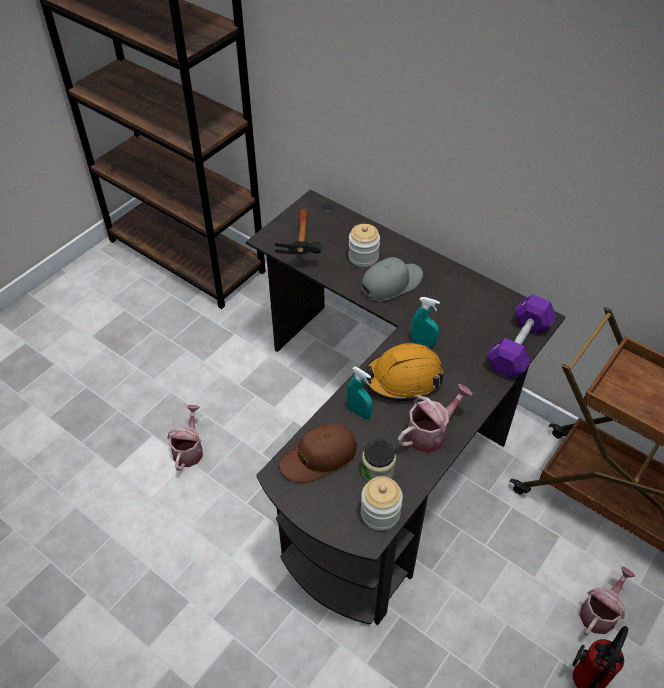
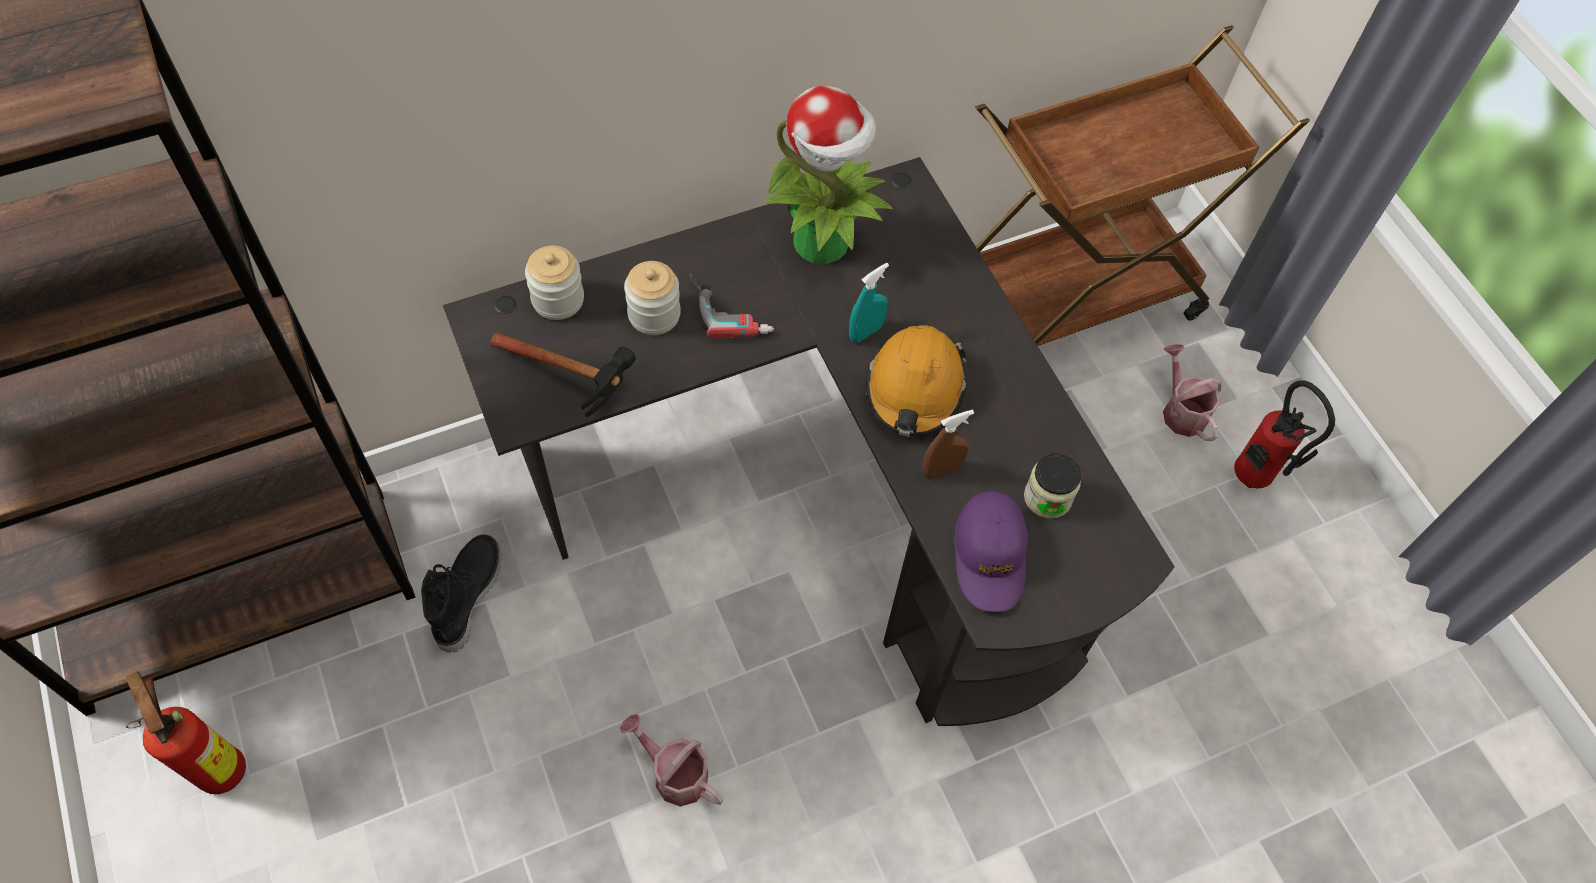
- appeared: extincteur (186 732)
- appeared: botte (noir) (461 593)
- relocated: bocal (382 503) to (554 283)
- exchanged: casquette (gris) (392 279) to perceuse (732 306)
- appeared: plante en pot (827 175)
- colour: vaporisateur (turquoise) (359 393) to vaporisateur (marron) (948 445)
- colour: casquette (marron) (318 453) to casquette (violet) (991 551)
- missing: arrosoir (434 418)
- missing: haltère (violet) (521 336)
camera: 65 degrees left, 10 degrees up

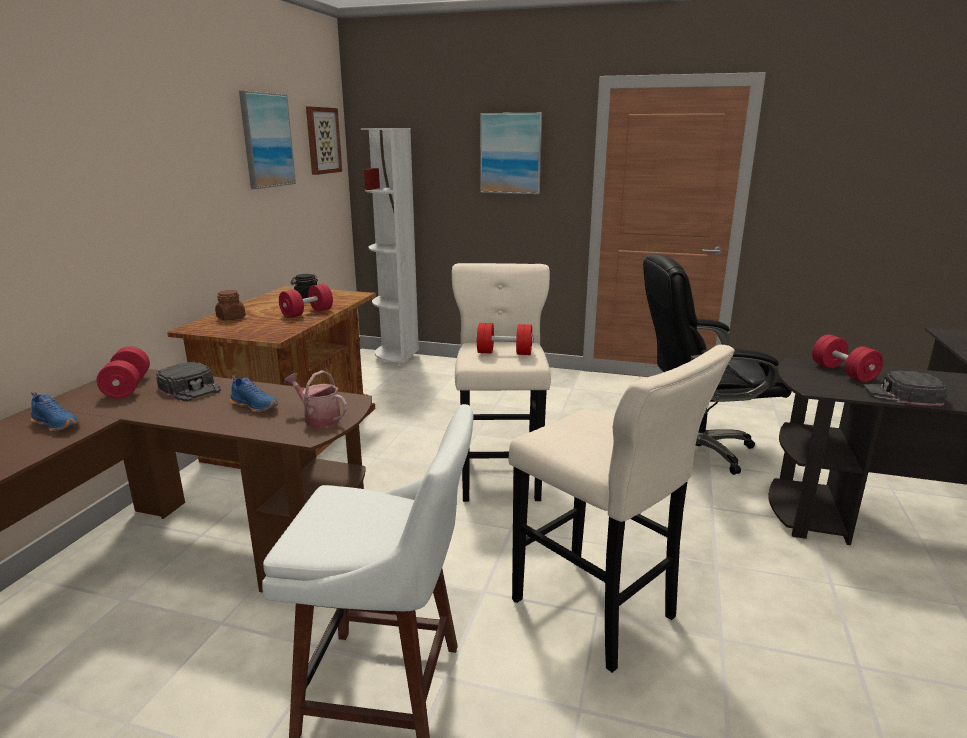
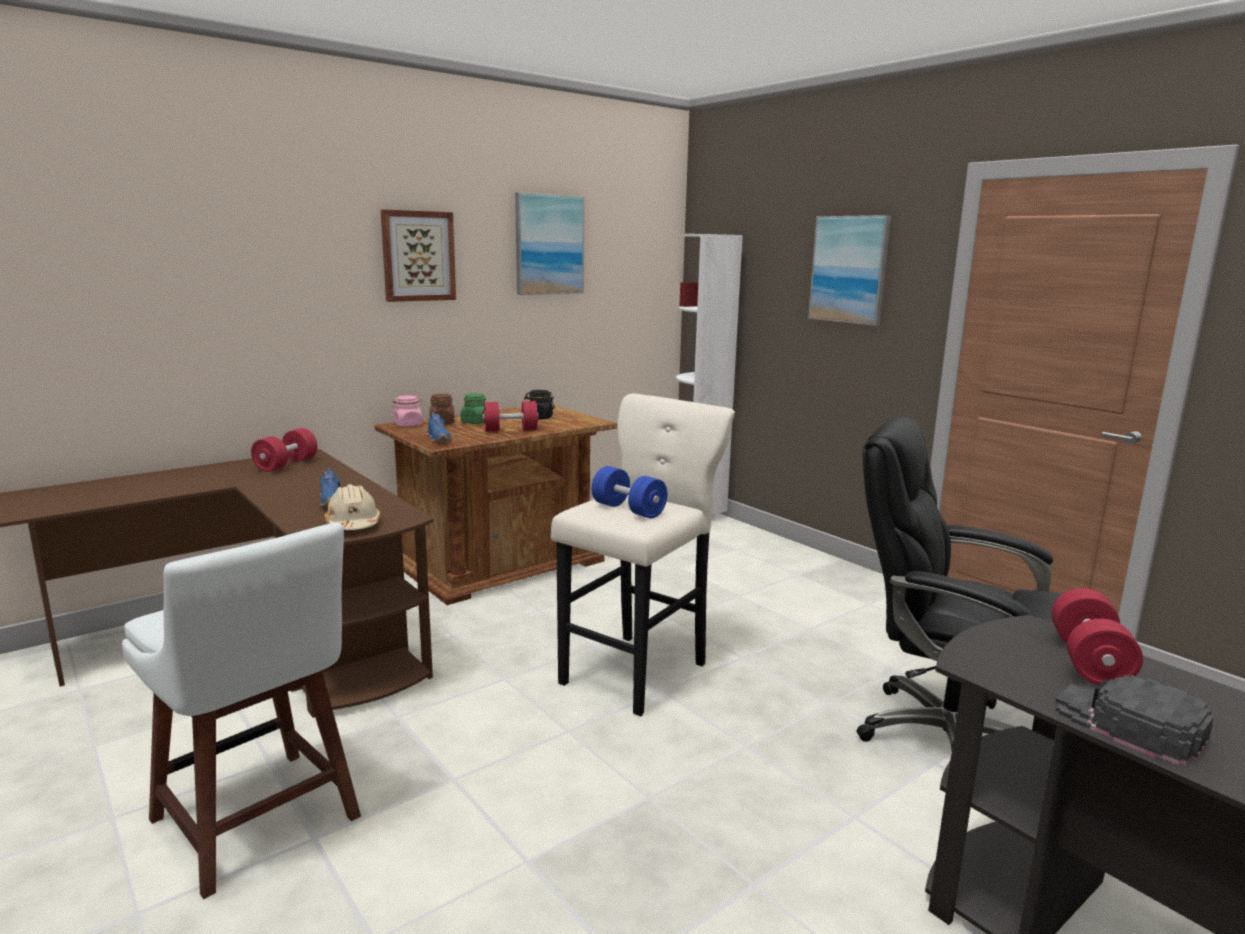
- exchanged: arrosoir (315 398) to casque de chantier (beige) (352 507)
- relocated: tableau (324 140) to (418 255)
- appeared: bocal (rose) (407 411)
- relocated: chaussure (bleu) (55 412) to (439 427)
- appeared: bocal (vert) (473 408)
- colour: haltère (rouge) (505 339) to haltère (bleu) (630 492)
- missing: casquette (noir) (188 382)
- missing: tabouret (beige) (622 509)
camera: 35 degrees right, 5 degrees down

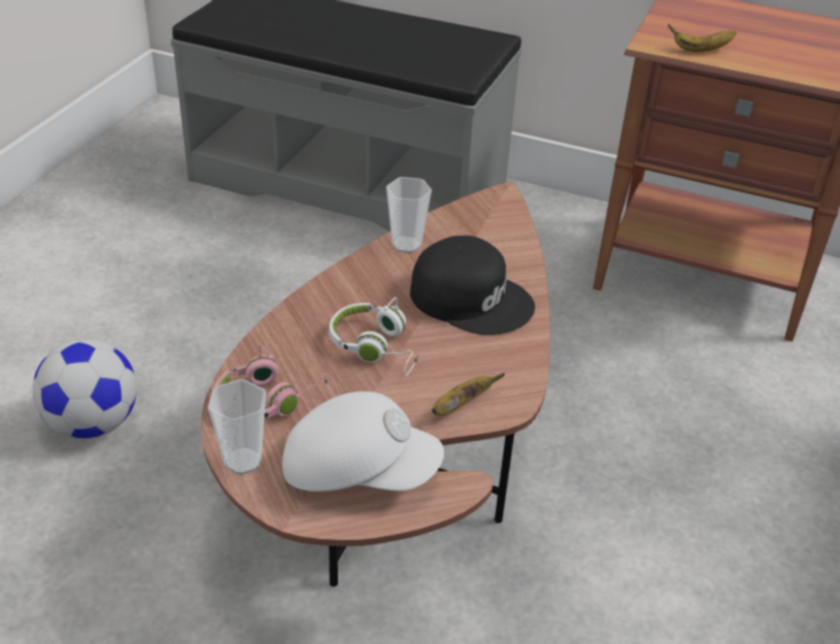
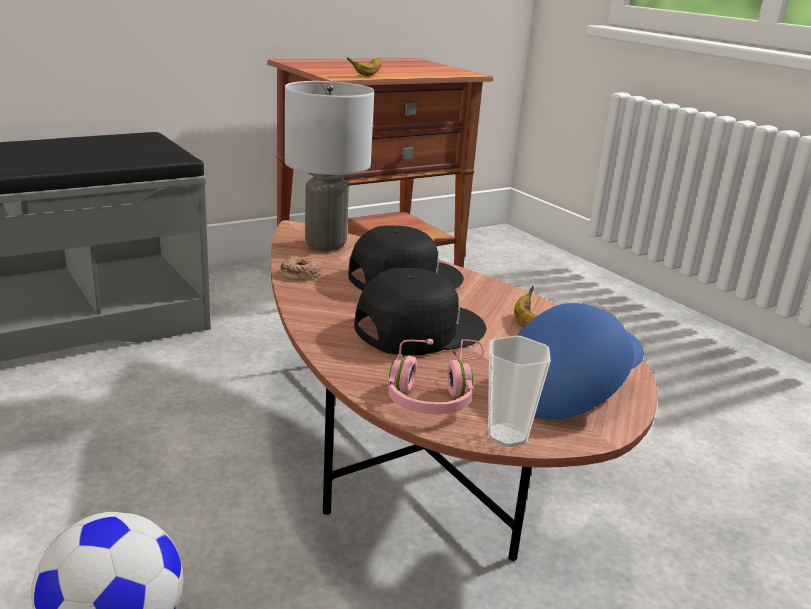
- exchanged: tasse (409 215) to beignet (301 268)
- appeared: lampe de table (blanc) (329 166)
- exchanged: casque audio (blanc) (373 336) to casquette (noir) (420 311)
- colour: casquette (blanc) (363 441) to casquette (bleu) (580 360)
camera: 55 degrees left, 15 degrees down

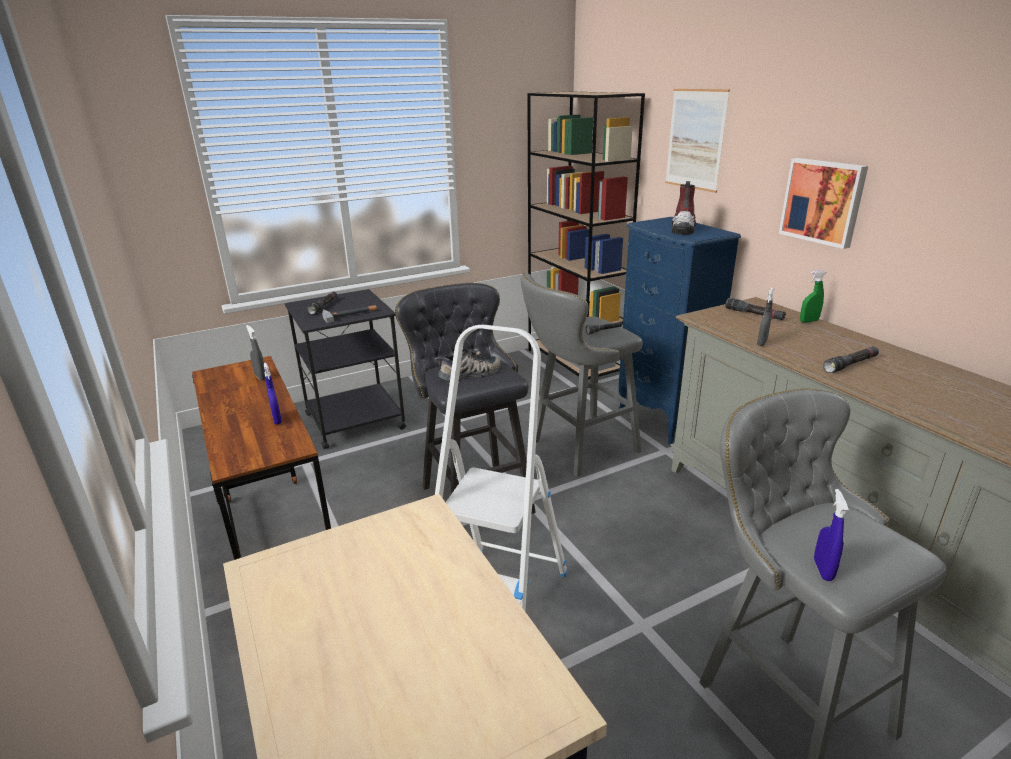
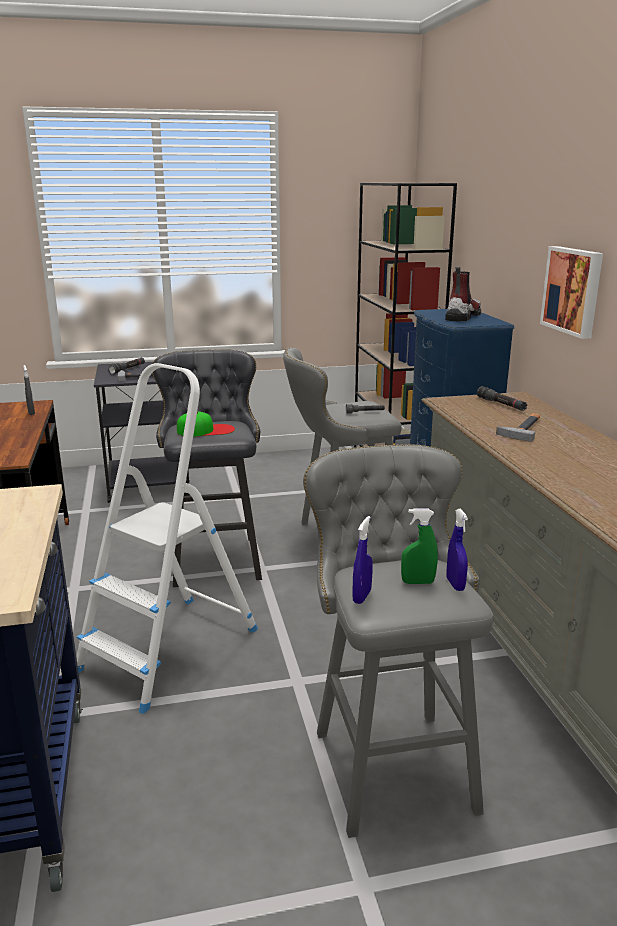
- exchanged: chaussure (467 365) to casquette (206 424)
- relocated: vaporisateur (vert) (813 296) to (419 546)
- relocated: vaporisateur (bleu) (273 393) to (457 549)
- appeared: marteau (518 427)
- missing: tableau (697 141)
- missing: vaporisateur (gris) (765 317)
- missing: lampe de poche (noir) (851 359)
camera: 15 degrees right, 5 degrees down

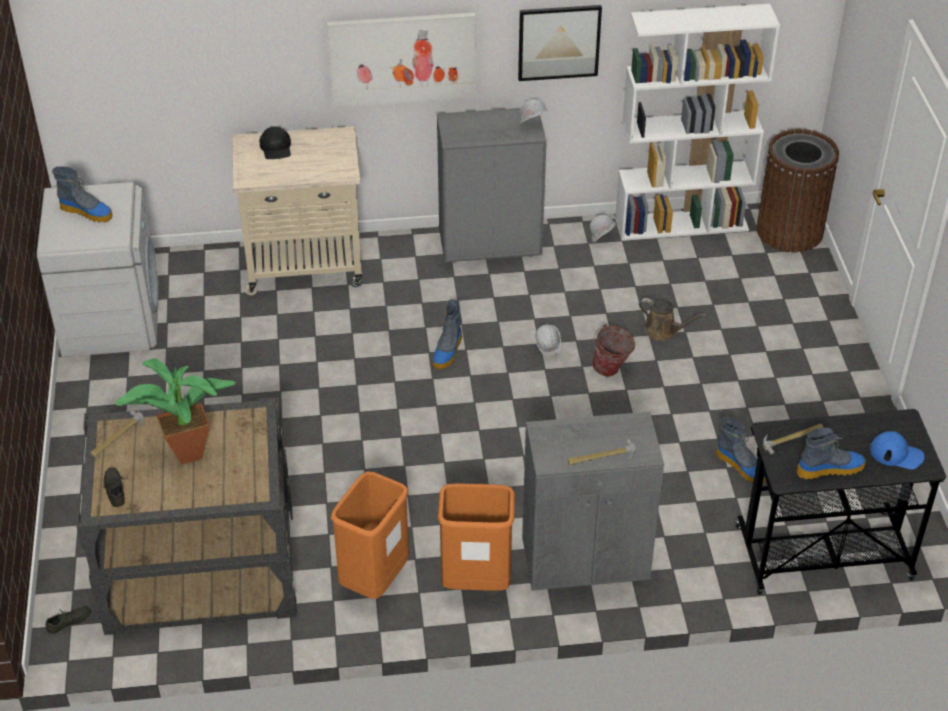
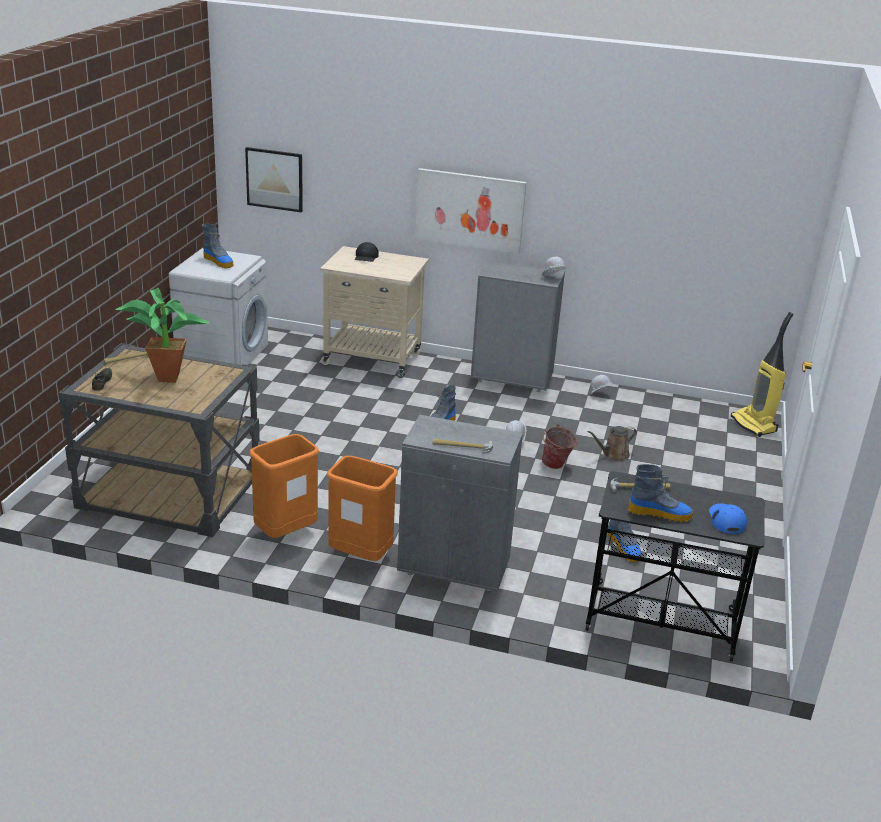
- relocated: tableau (560 43) to (274 180)
- spun: arrosoir (marron) (673 319) = (612 443) 105 degrees clockwise
- spun: casquette (bleu) (897 450) = (728 518) 135 degrees counterclockwise
- exchanged: poubelle (marron) (797 190) to aspirateur (762 374)
- missing: chaussure (gris) (68 620)
- missing: bibliothèque (blanc) (697 122)
camera: 20 degrees right, 15 degrees down

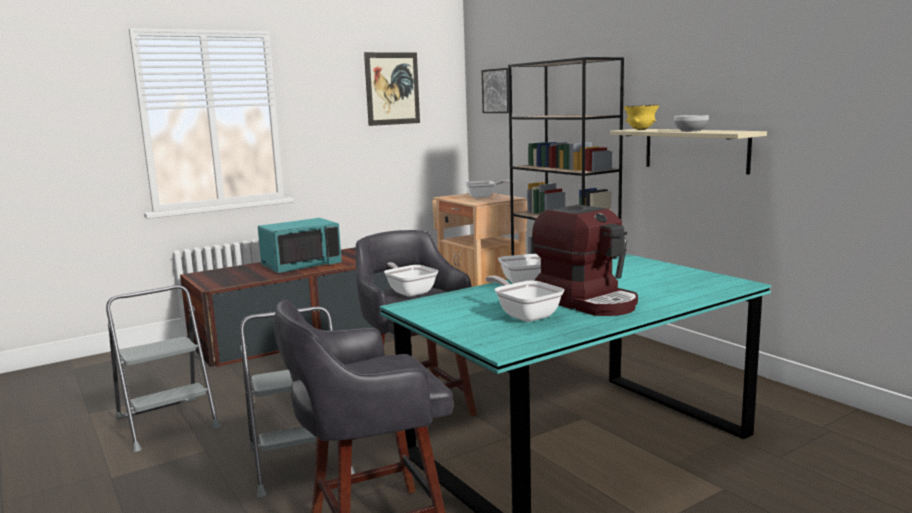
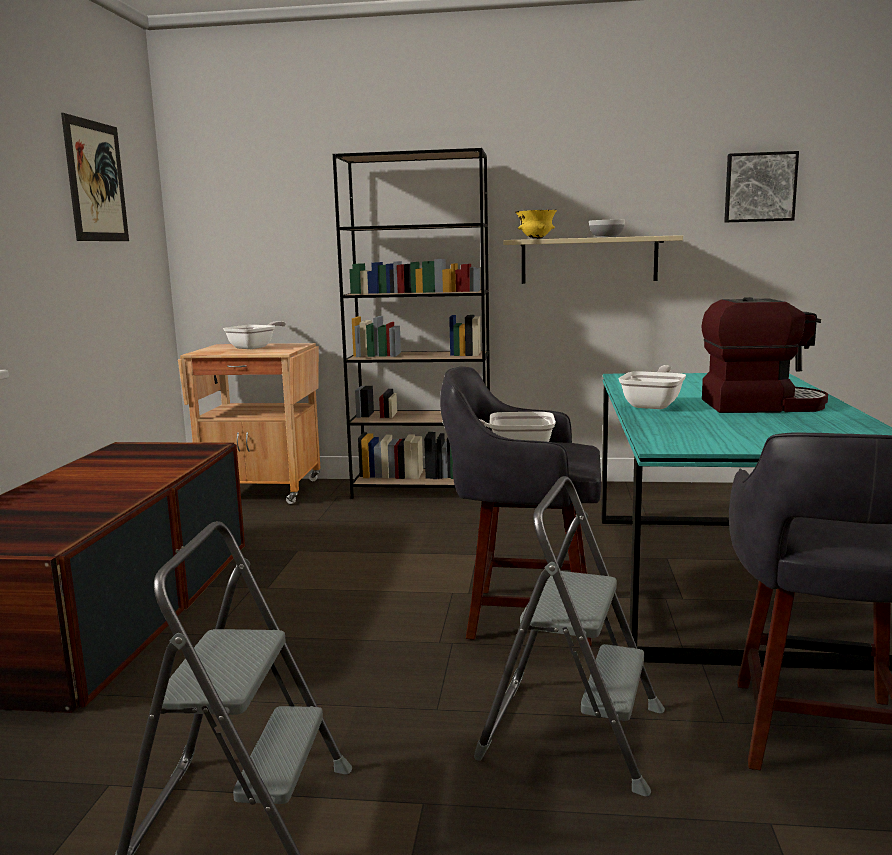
- relocated: tableau (496 90) to (761 186)
- missing: micro-ondes (turquoise) (300 245)
- missing: poêle (524 299)
camera: 50 degrees left, 0 degrees up

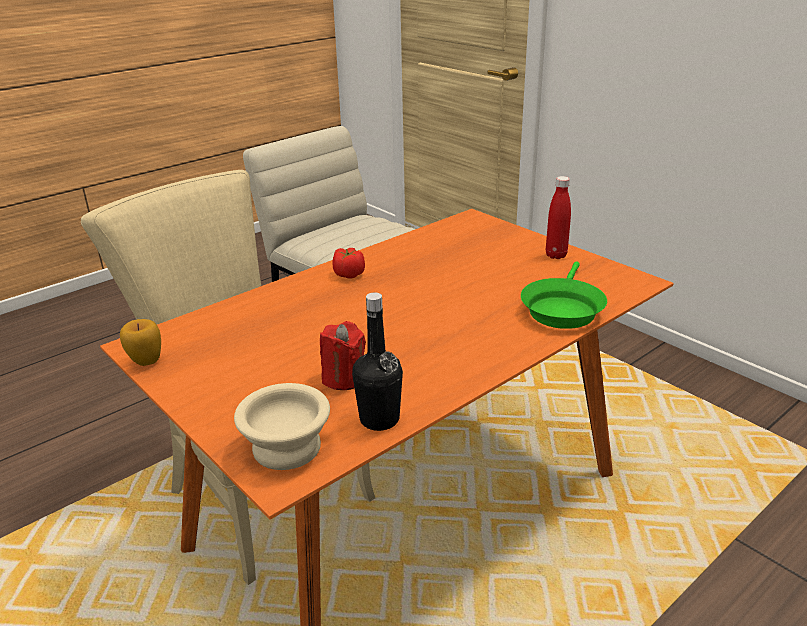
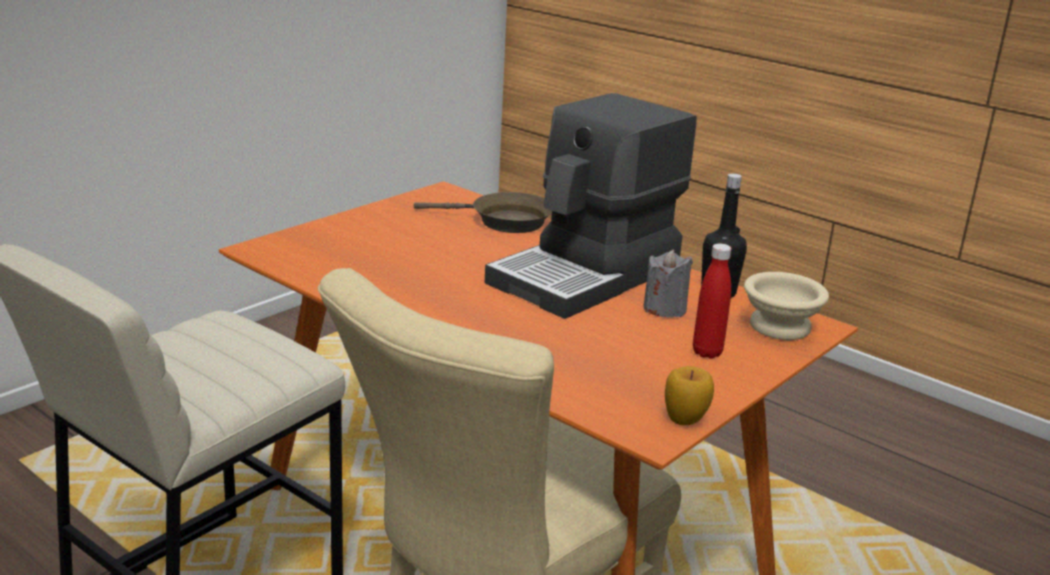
- colour: poêle (vert) (564 295) to poêle (marron) (483 212)
- appeared: machine à café (591 206)
- colour: bougie (rouge) (343 355) to bougie (gris) (668 283)
- relocated: bouteille (rouge) (558 217) to (712 300)
- missing: tomate (349 263)
camera: 100 degrees left, 5 degrees down

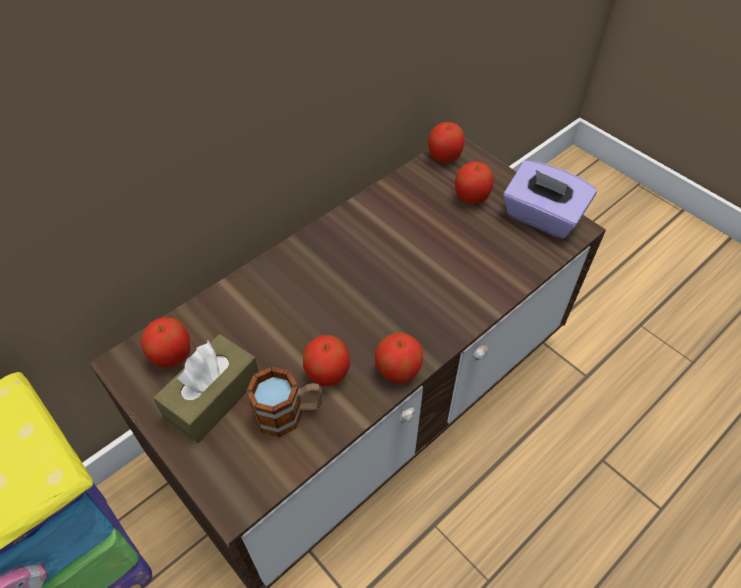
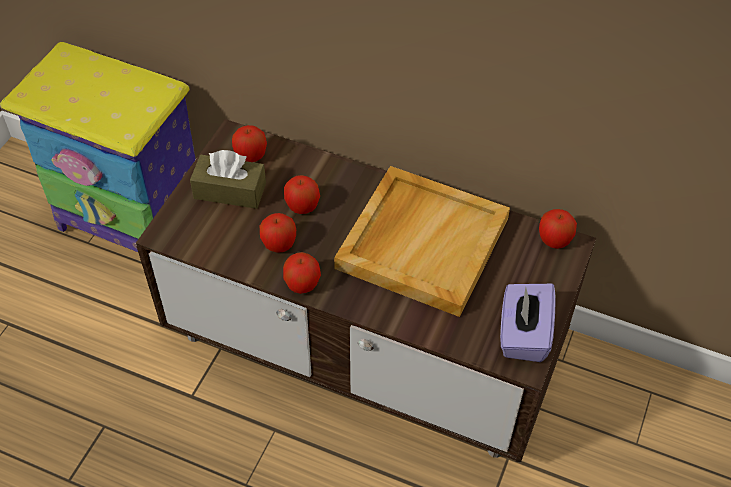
- relocated: pomme (474 182) to (302 194)
- appeared: plateau (beige) (422 241)
- missing: mug (284 401)
camera: 65 degrees right, 0 degrees up

